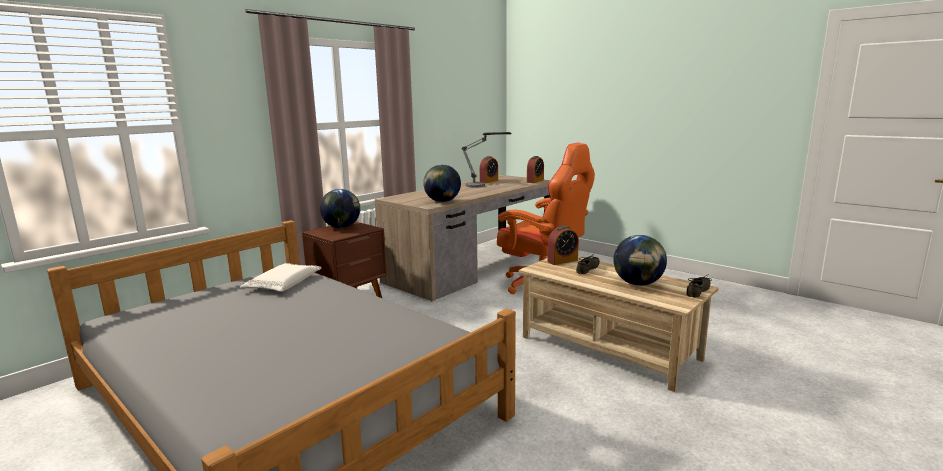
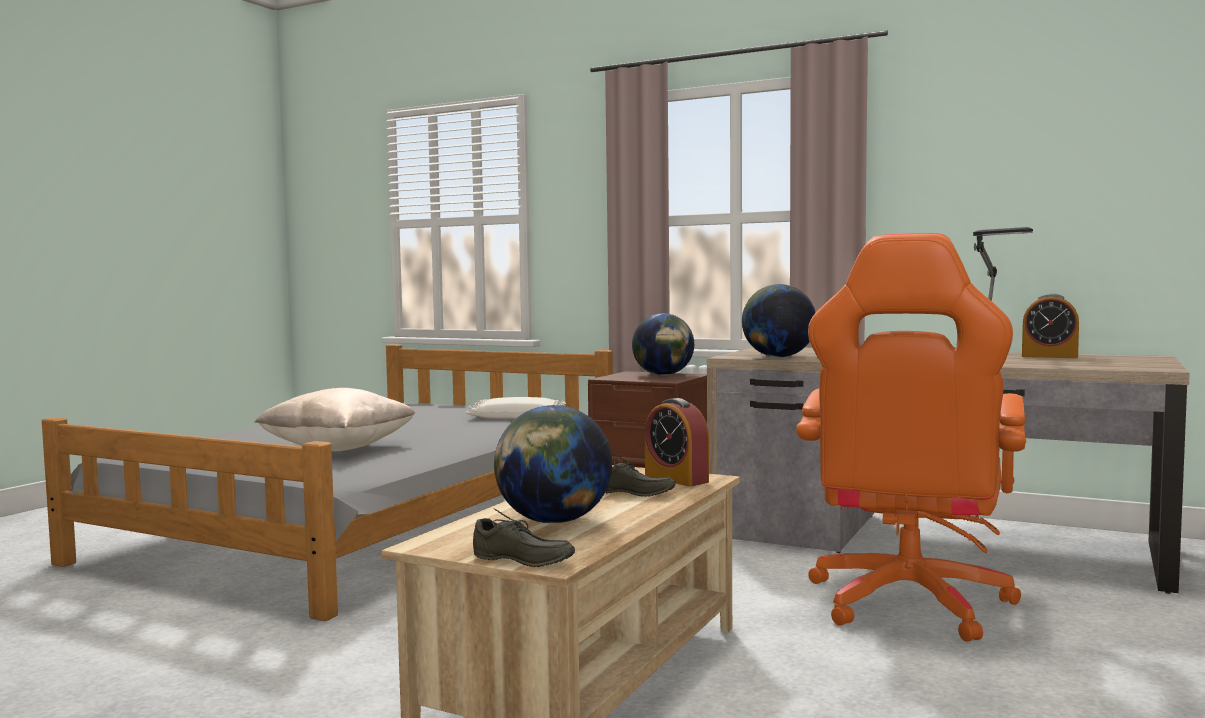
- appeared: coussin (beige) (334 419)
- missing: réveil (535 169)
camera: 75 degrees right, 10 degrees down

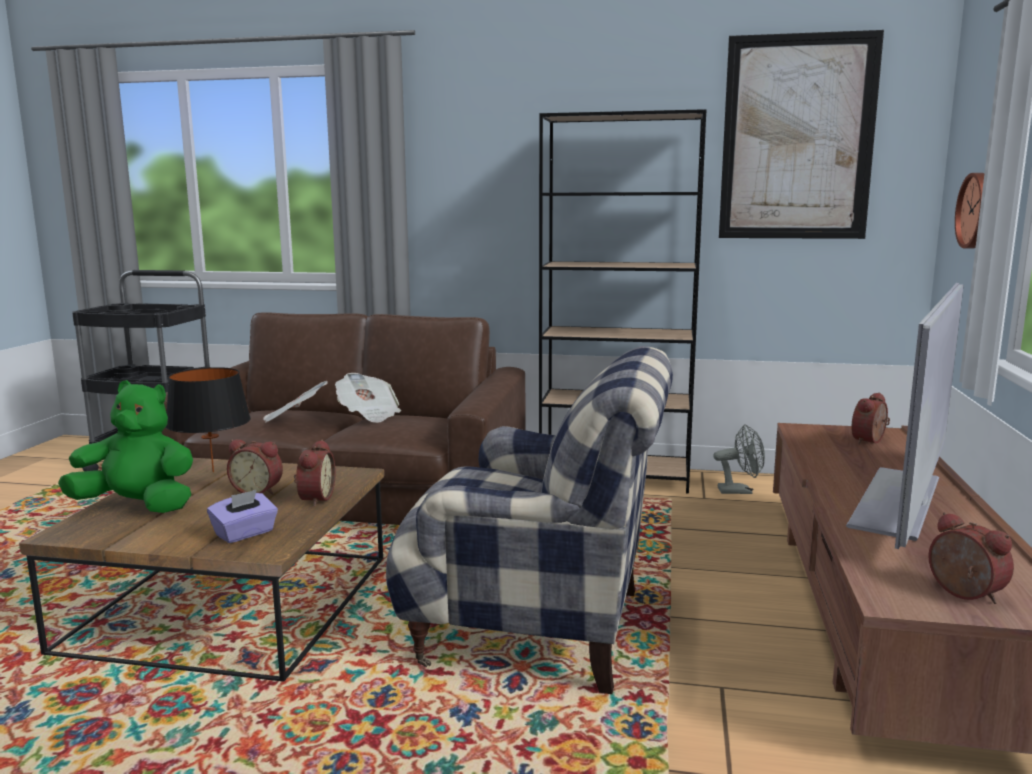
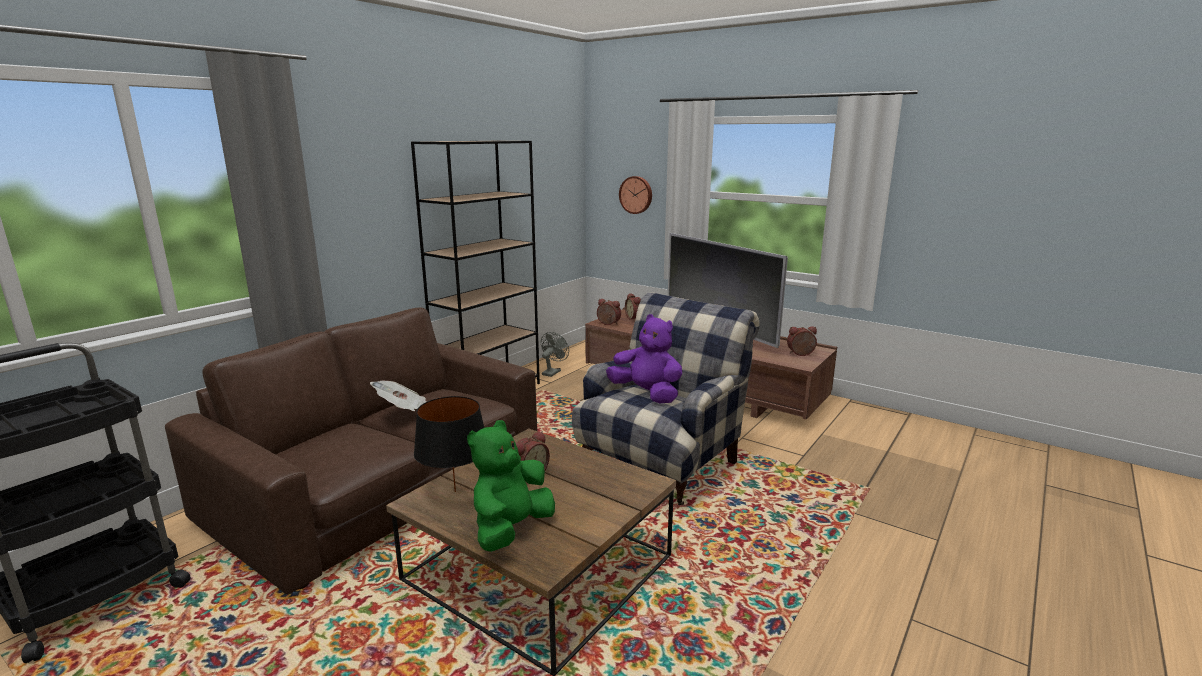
- relocated: réveil (314 473) to (609 312)
- appeared: peluche (violet) (644 358)
- missing: boîte à mouchoirs (violet) (242 516)
- missing: journal (295 402)
- missing: tableau (801 134)
camera: 65 degrees left, 5 degrees up

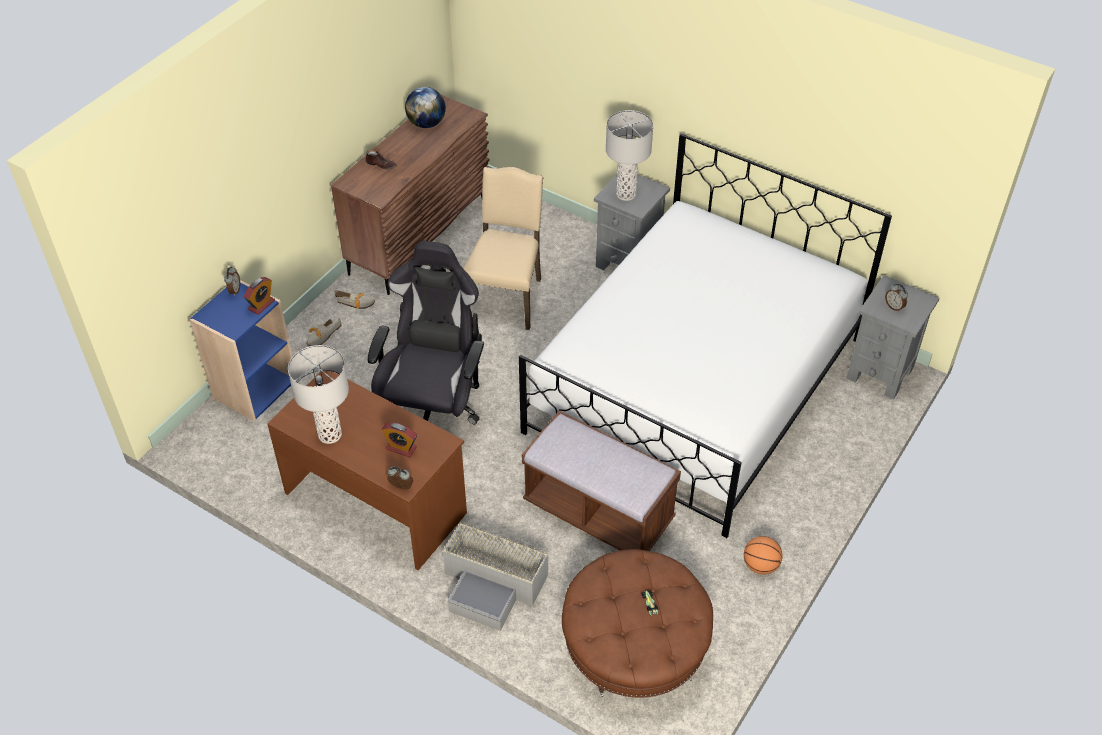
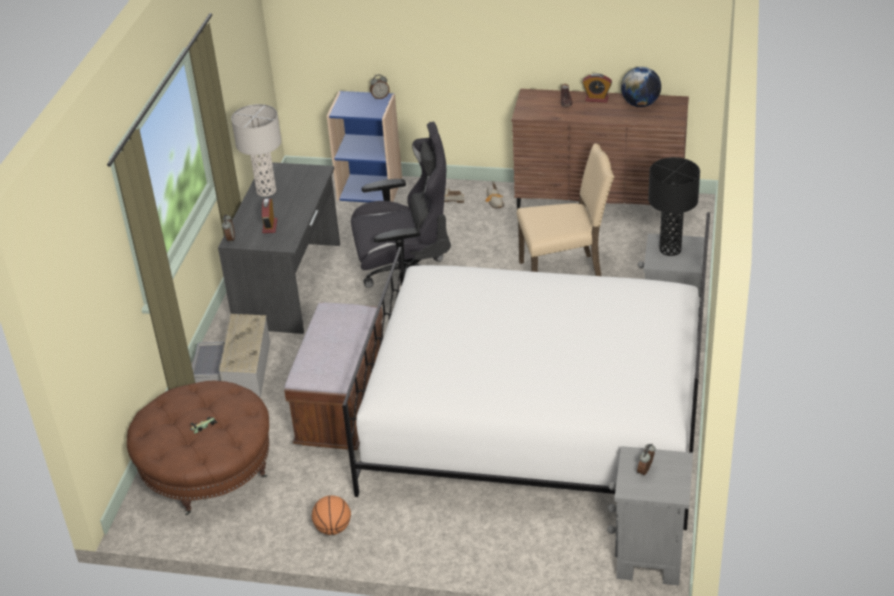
- colour: bureau (marron) (367 470) to bureau (gris) (279 248)
- relocated: réveil (259 296) to (597 88)
- colour: lampe de table (blanc) (629 155) to lampe de table (noir) (674 206)
camera: 70 degrees right, 10 degrees down

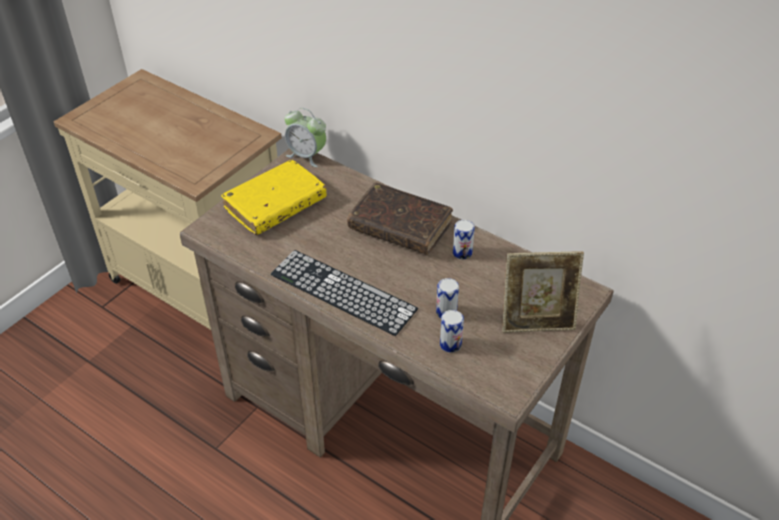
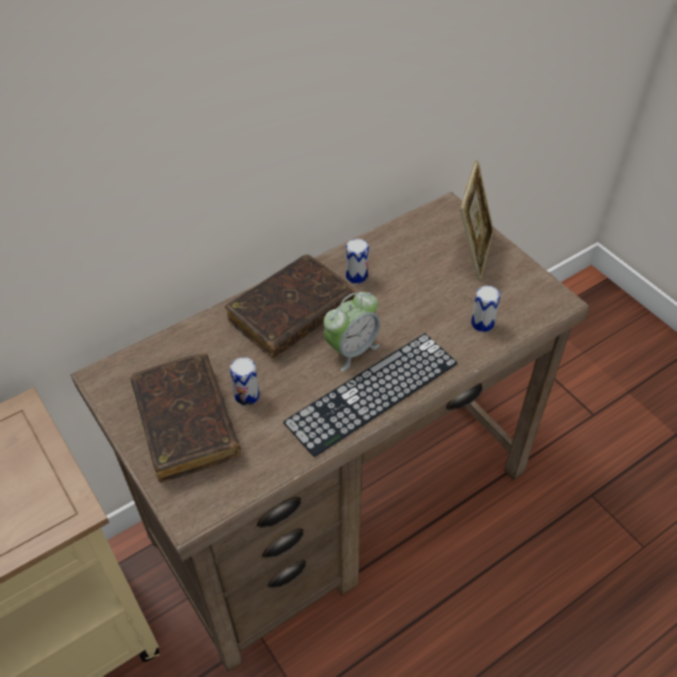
- colour: livre (jaune) (274 197) to livre (marron) (185 418)
- relocated: boîte métallique (447 298) to (244 381)
- relocated: réveil (305 137) to (352 331)
camera: 70 degrees left, 5 degrees up

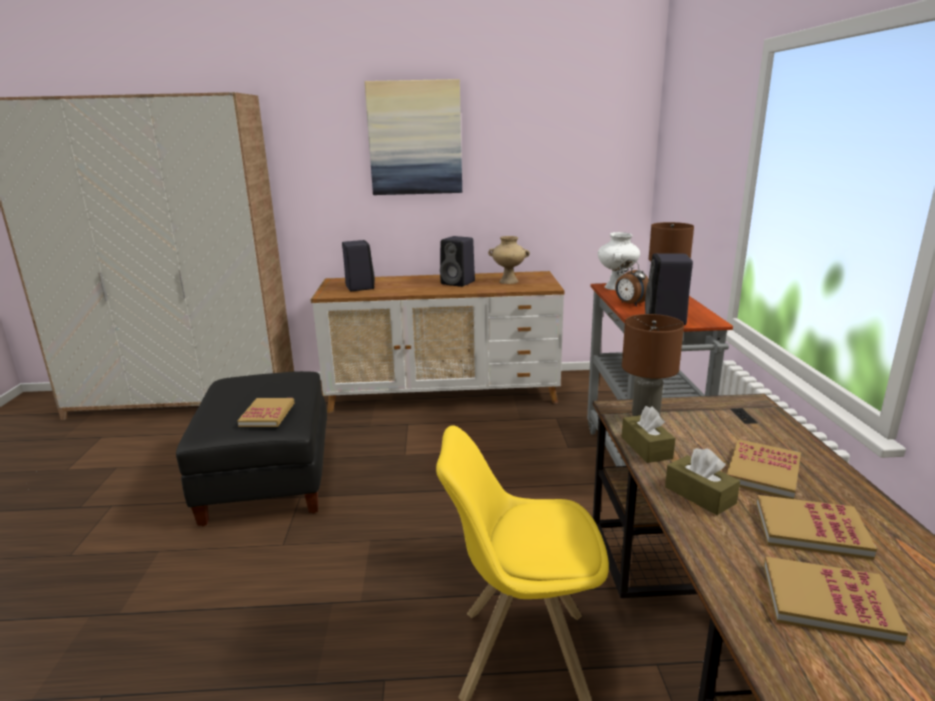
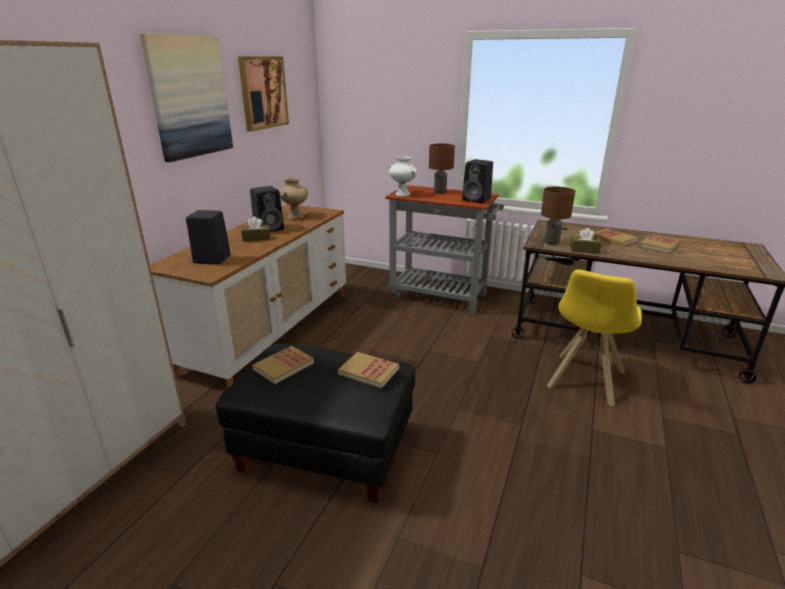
- appeared: tableau (263 94)
- relocated: boîte à mouchoirs (marron) (702 481) to (256 229)
- relocated: livre (836 601) to (283 365)
- missing: réveil (632 283)
camera: 65 degrees left, 5 degrees up

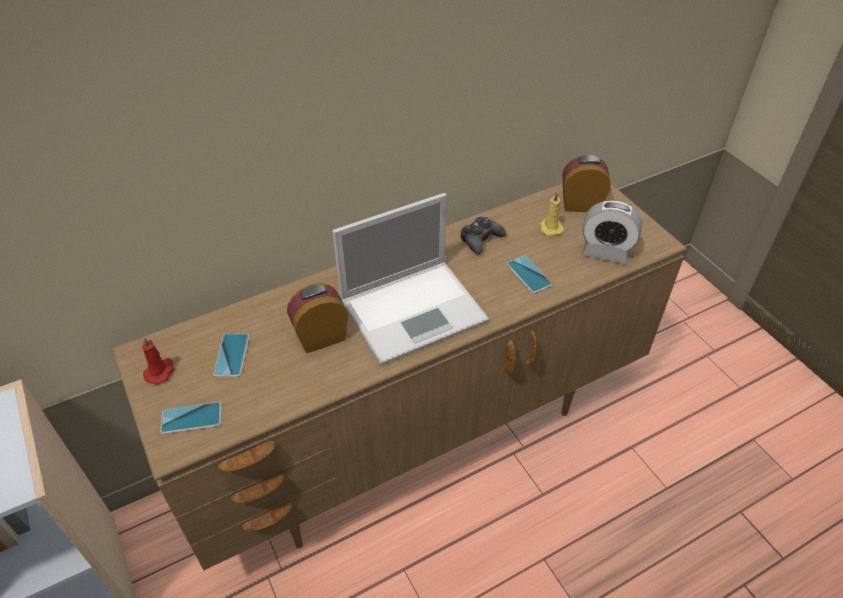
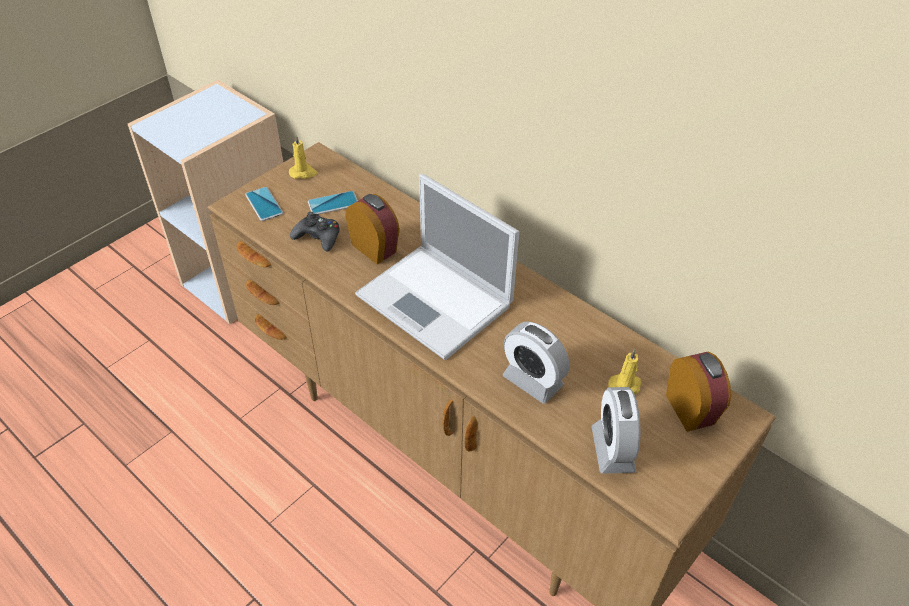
- colour: bougie (rouge) (158 361) to bougie (jaune) (303 157)
- relocated: manette (noir) (483 235) to (315 232)
- exchanged: téléphone (529 274) to réveil (536 363)
camera: 70 degrees right, 0 degrees up

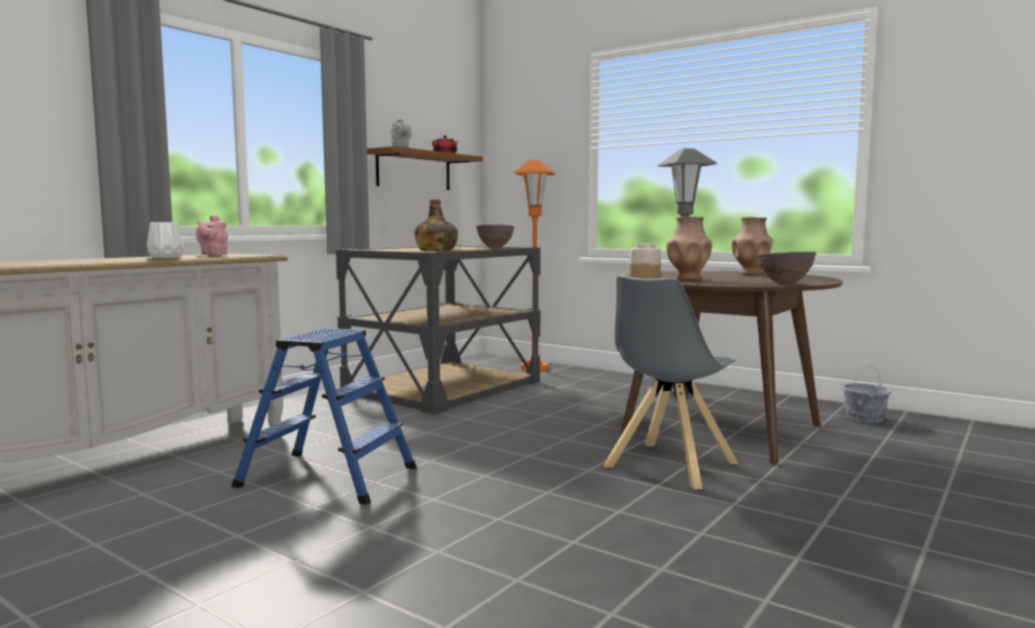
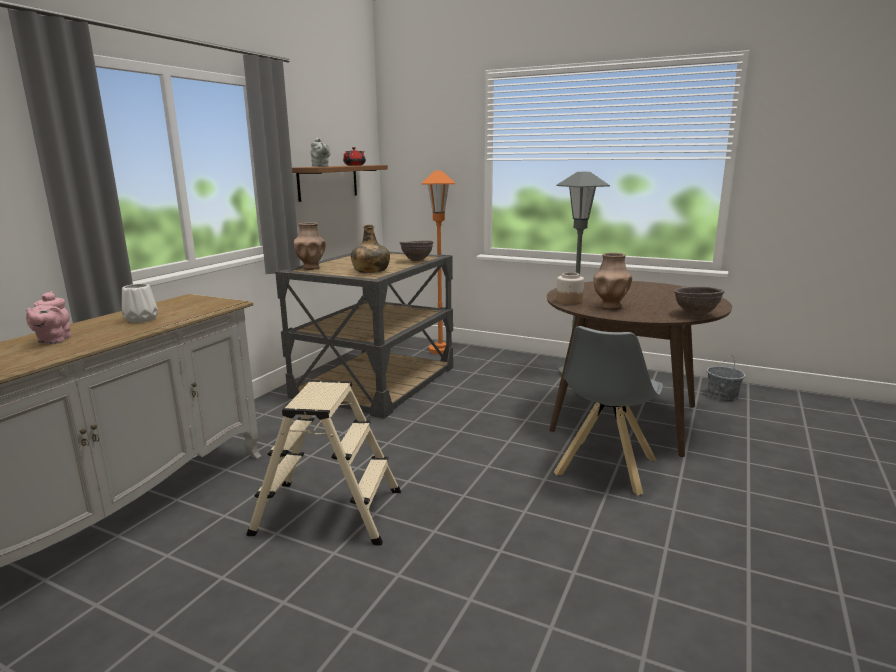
- relocated: théière (rose) (212 234) to (48 317)
- colour: escabeau (bleu) (324 416) to escabeau (beige) (323 462)
- relocated: vase (marron) (752 246) to (310 246)
camera: 10 degrees left, 10 degrees up

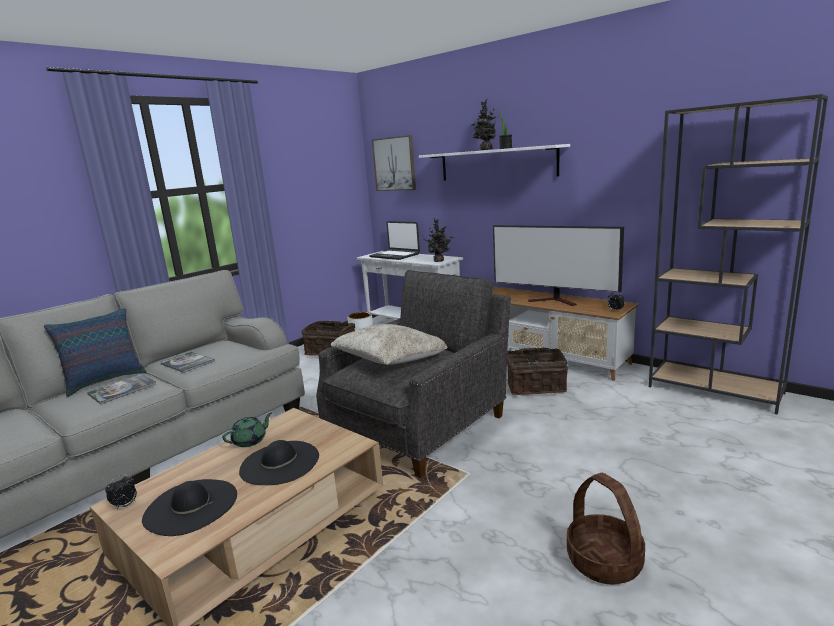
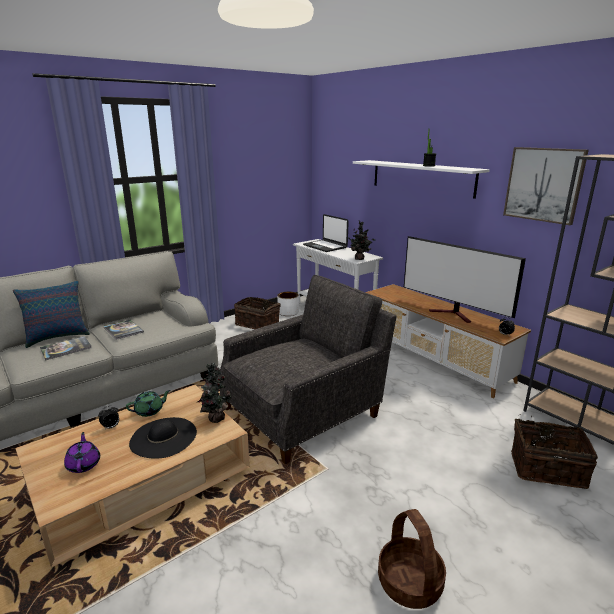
- exchanged: chapeau (noir) (189 507) to théière (violet) (82 452)
- relocated: réveil (121 492) to (108 418)
- relocated: plante en pot (483 124) to (213 393)
- relocated: tableau (394 163) to (546 186)
- relocated: panier (537 371) to (554 451)
- missing: coussin (beige) (389 344)
camera: 10 degrees right, 5 degrees up

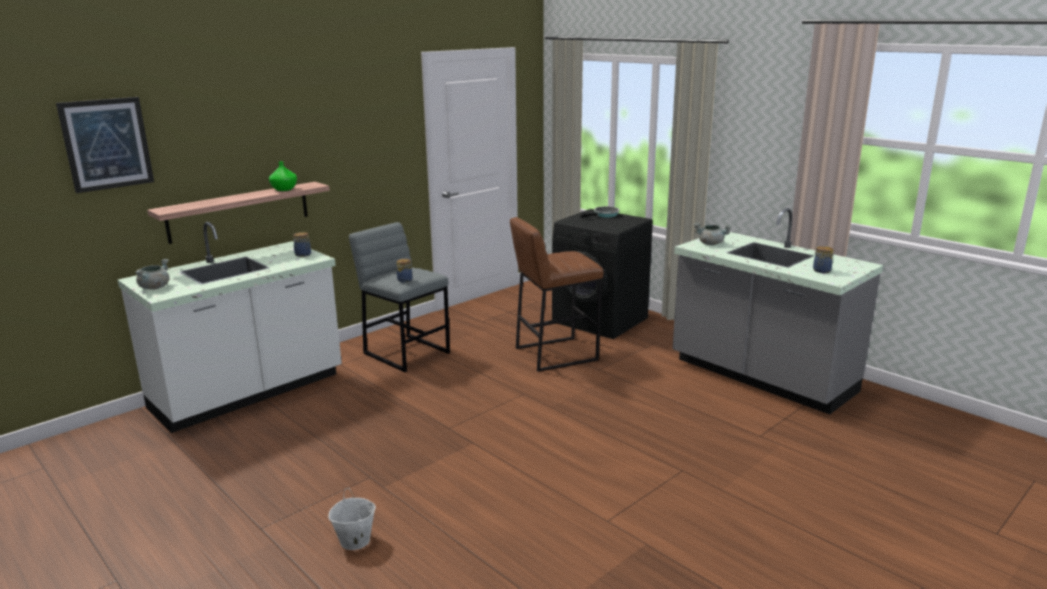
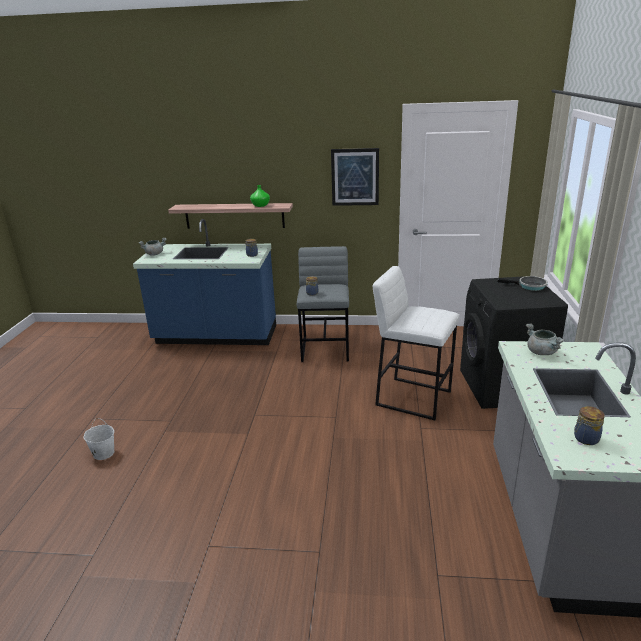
- colour: comptoir de cuisine (blanc) (230 327) to comptoir de cuisine (bleu) (204 282)
- relocated: tableau (105 145) to (355 177)
- colour: tabouret (marron) (556 294) to tabouret (blanc) (416 343)
camera: 50 degrees right, 5 degrees up

